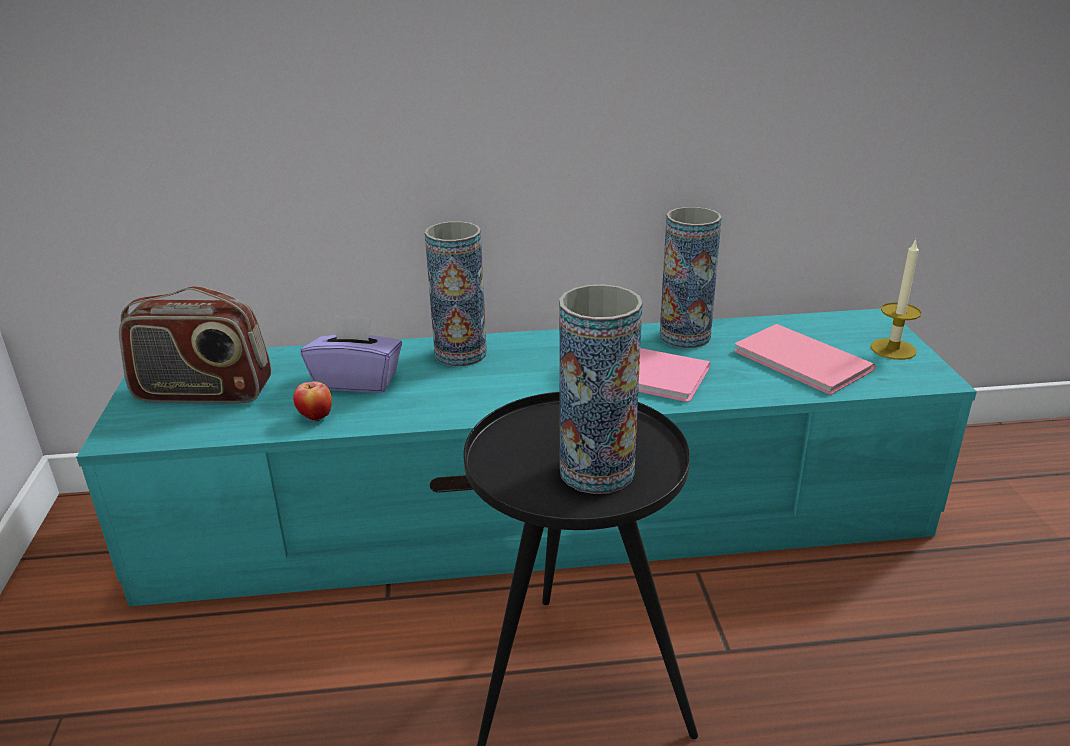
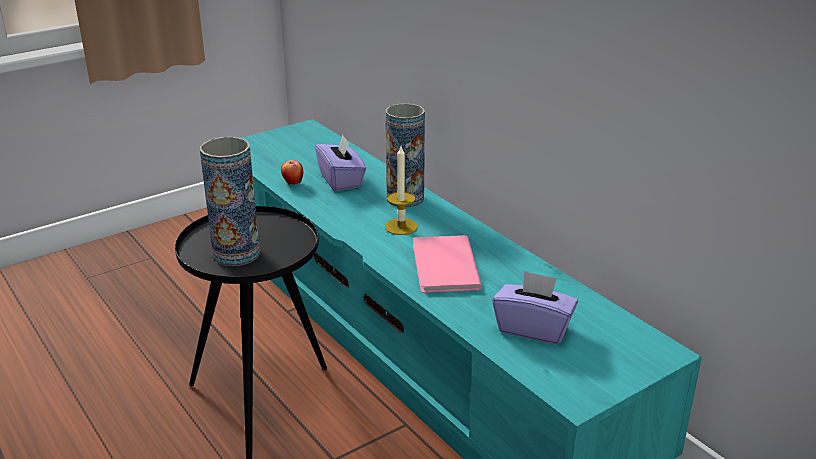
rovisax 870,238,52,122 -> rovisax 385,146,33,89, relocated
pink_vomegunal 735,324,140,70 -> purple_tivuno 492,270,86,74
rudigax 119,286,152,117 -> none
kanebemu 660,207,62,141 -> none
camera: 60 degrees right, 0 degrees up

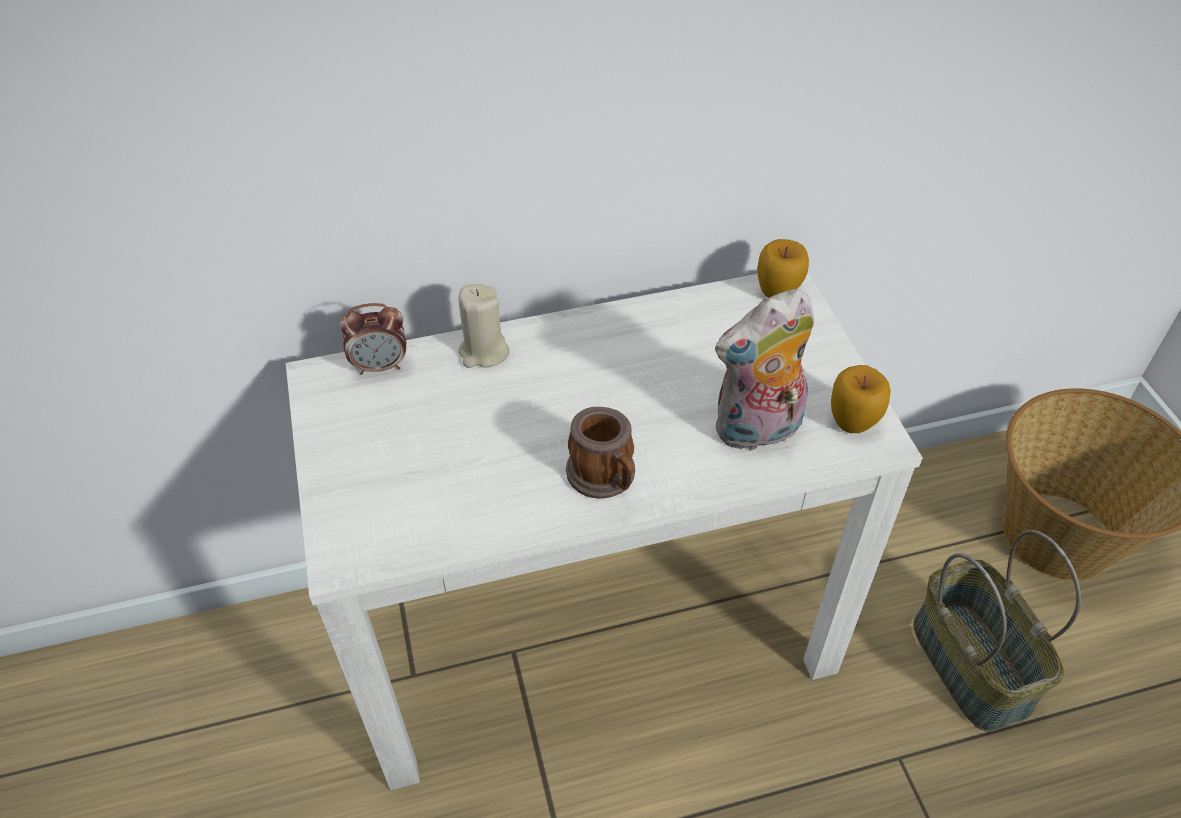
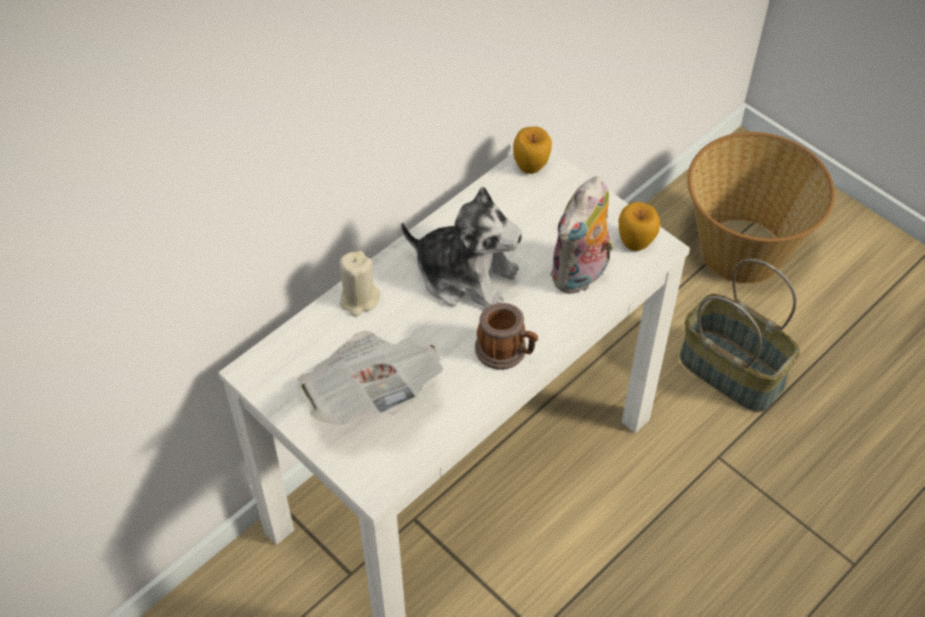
none -> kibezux 297,331,146,94
none -> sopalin 401,187,121,120
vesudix 340,303,66,72 -> none
camera: 30 degrees left, 5 degrees up

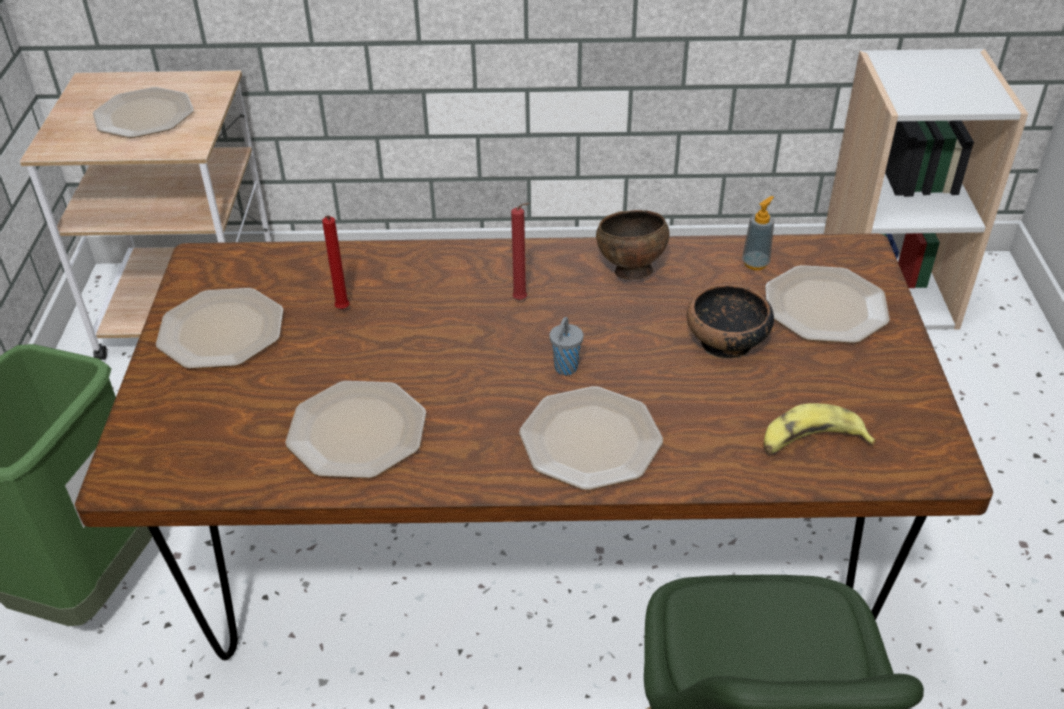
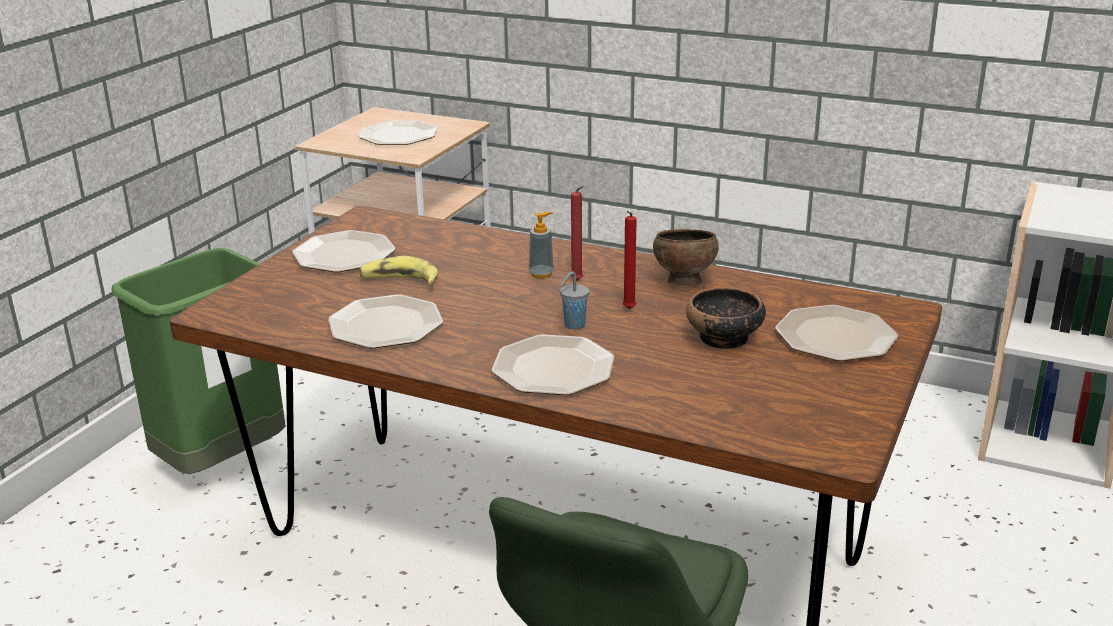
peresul 764,403,112,51 -> peresul 359,256,79,29, relocated
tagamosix 742,196,32,74 -> tagamosix 529,212,25,67, relocated
red_rovisax 322,215,27,94 -> red_rovisax 623,211,14,98, relocated
camera: 25 degrees right, 15 degrees down

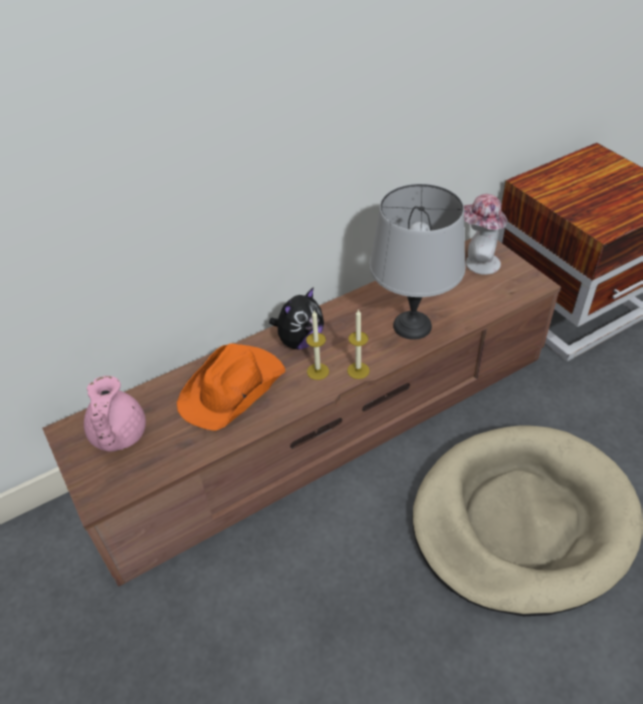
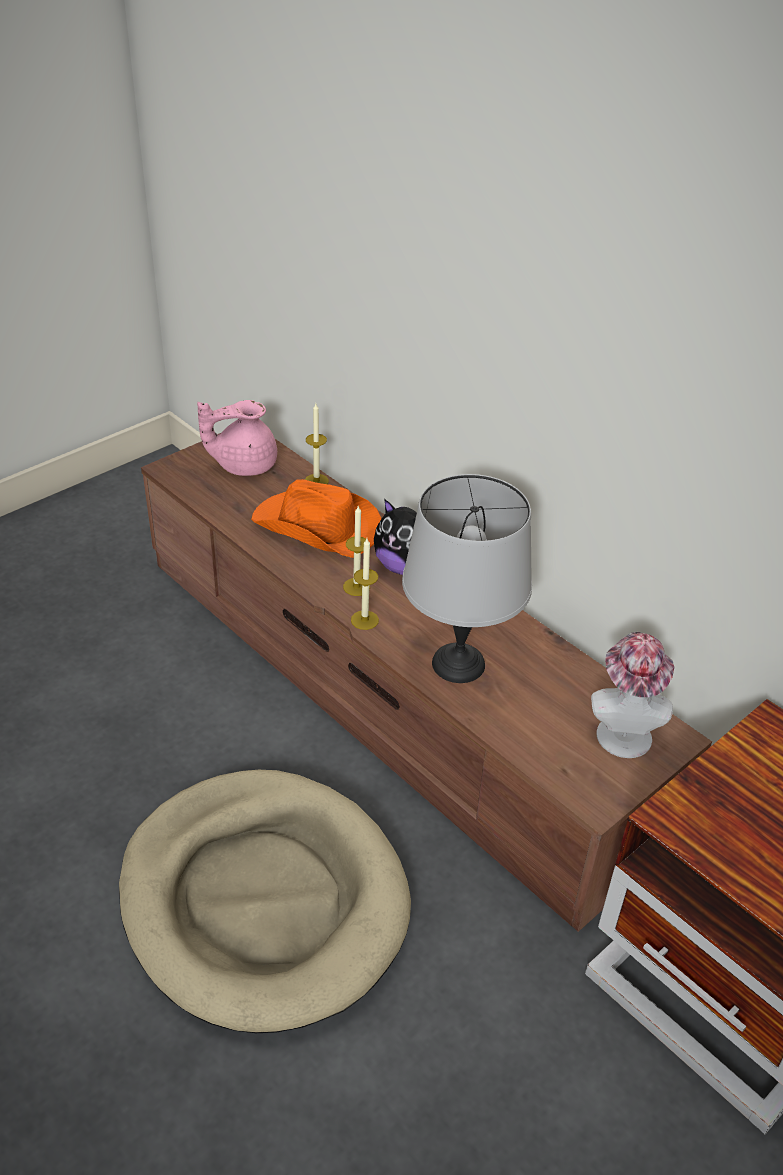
none -> rovisax 305,403,24,81
camera: 75 degrees right, 5 degrees down

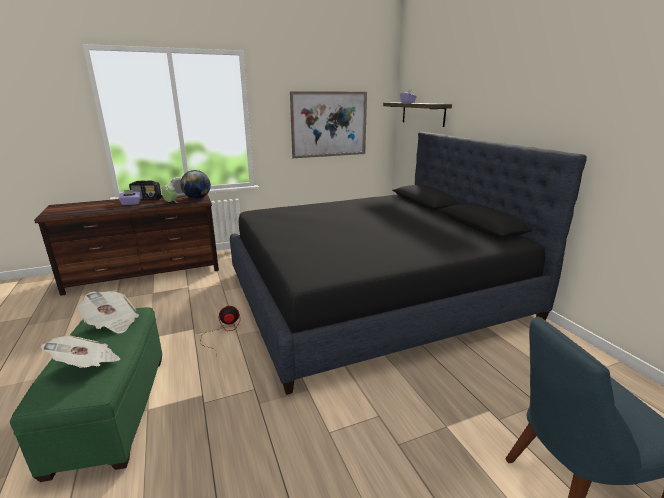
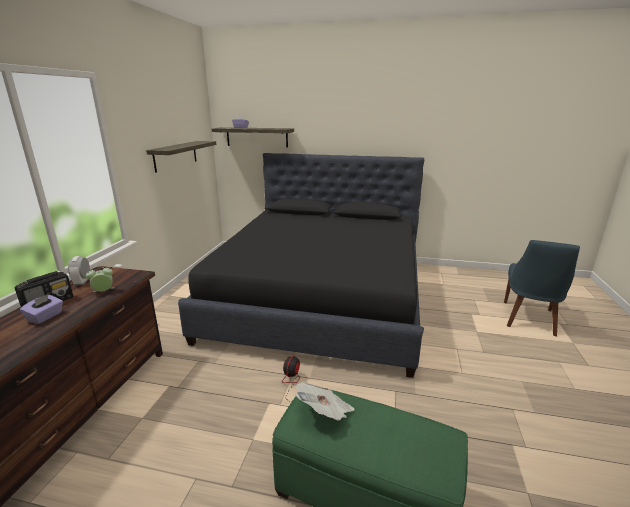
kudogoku 290,91,77,67 -> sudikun 146,141,70,32
kibezux 40,336,81,32 -> none
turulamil 180,170,31,29 -> none
camera: 55 degrees left, 0 degrees up

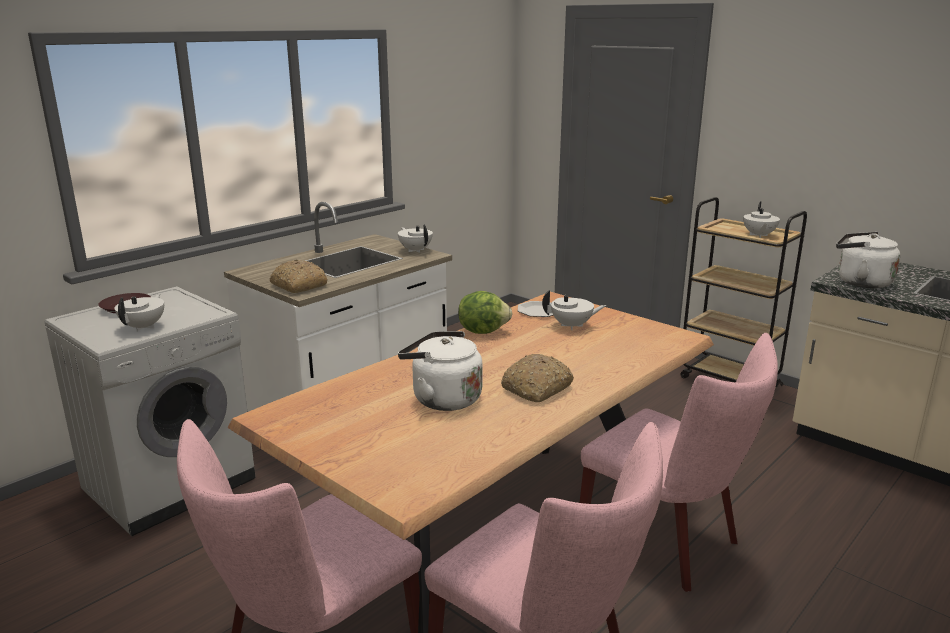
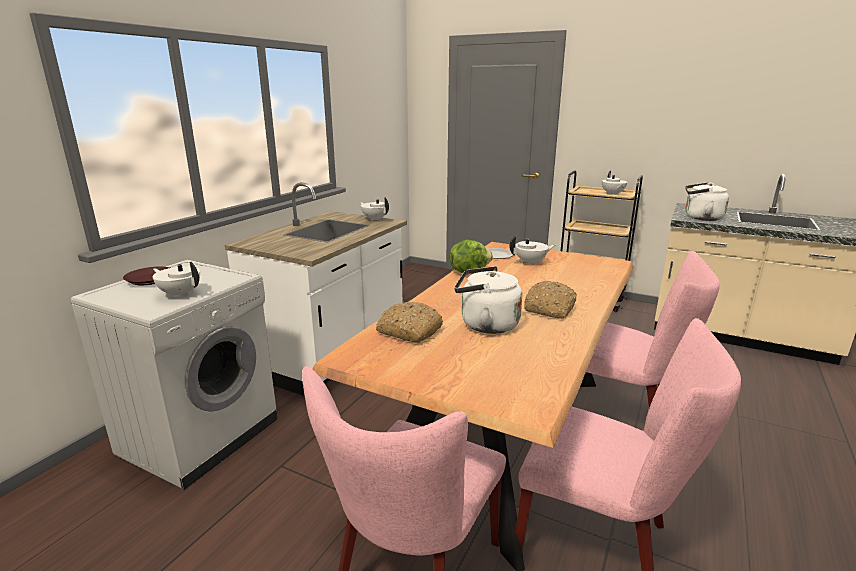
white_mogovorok 114,293,50,39 -> white_mogovorok 153,262,47,36, 60 degrees counterclockwise
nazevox 270,260,58,33 -> nazevox 376,302,68,41, relocated
camera: 15 degrees left, 0 degrees up

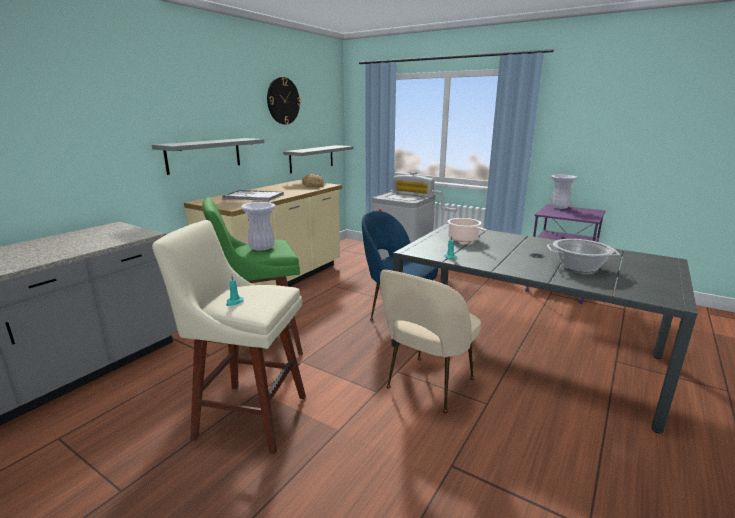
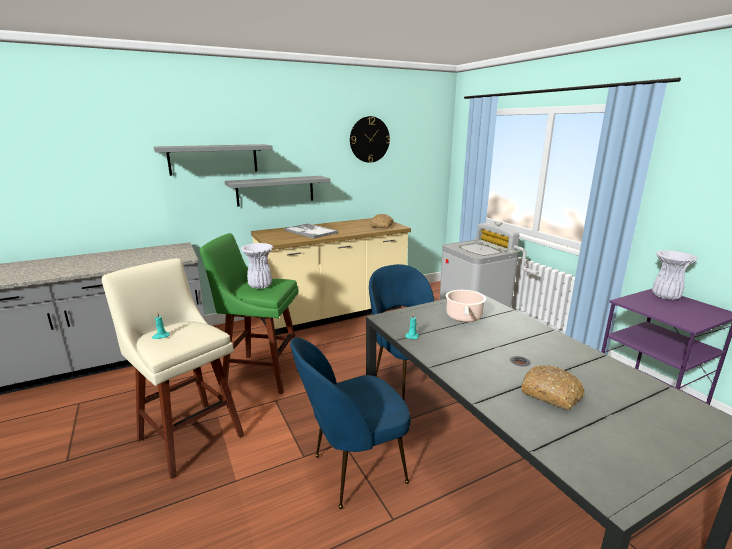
grey_sudikun 283,145,71,28 -> grey_sudikun 154,144,119,32, relocated
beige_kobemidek 380,270,101,143 -> blue_kobemidek 290,337,121,172
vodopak 547,239,73,33 -> nazevox 521,365,64,45
camera: 30 degrees right, 0 degrees up

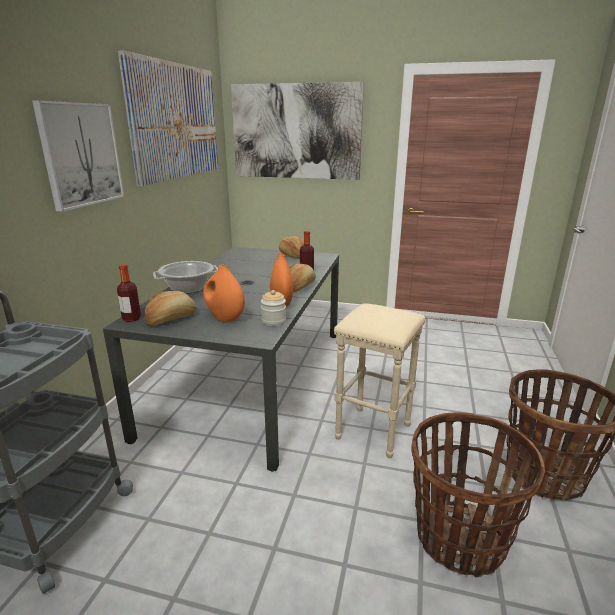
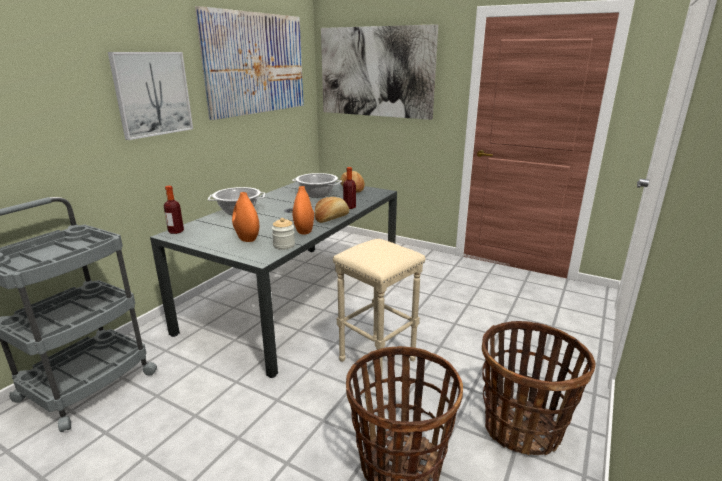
none -> vodopak 292,173,50,25
nazevox 145,291,52,34 -> none
camera: 15 degrees right, 0 degrees up

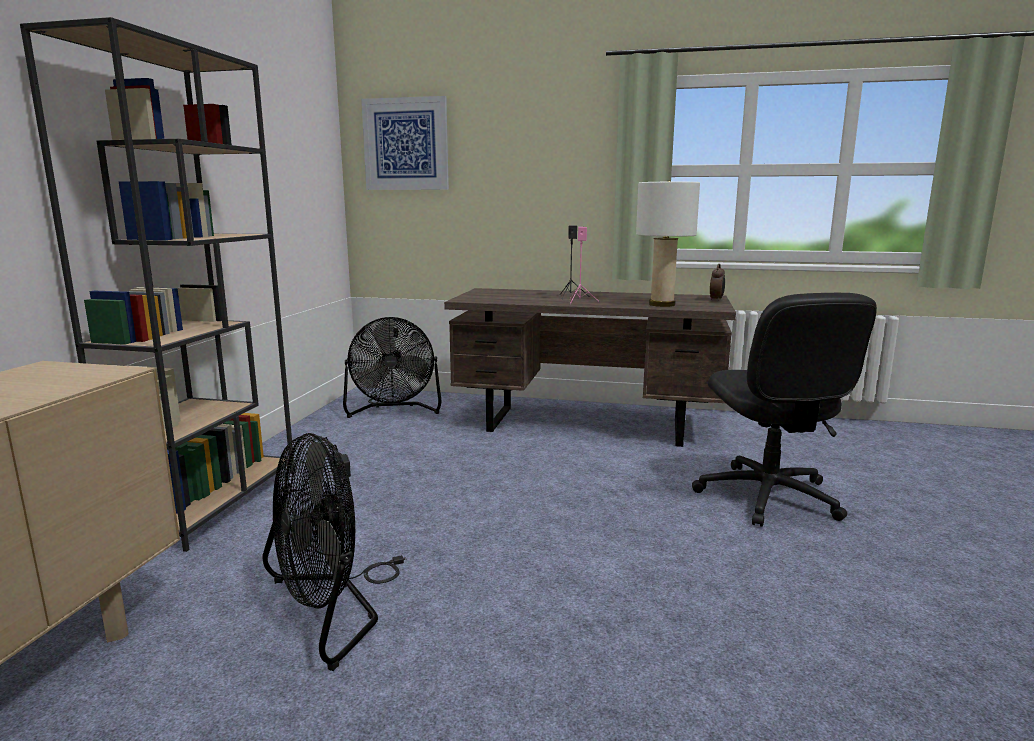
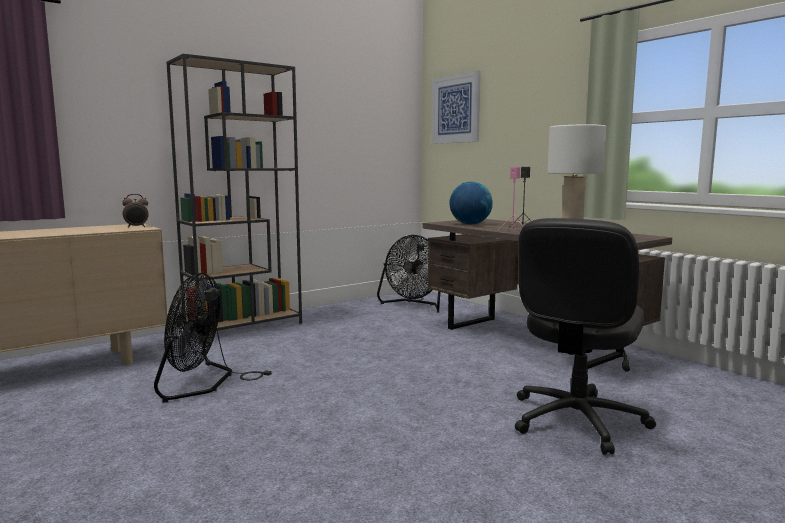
vesudix 710,264,15,37 -> vesudix 122,194,27,34, relocated
none -> turulamil 450,181,43,43
camera: 40 degrees right, 5 degrees down

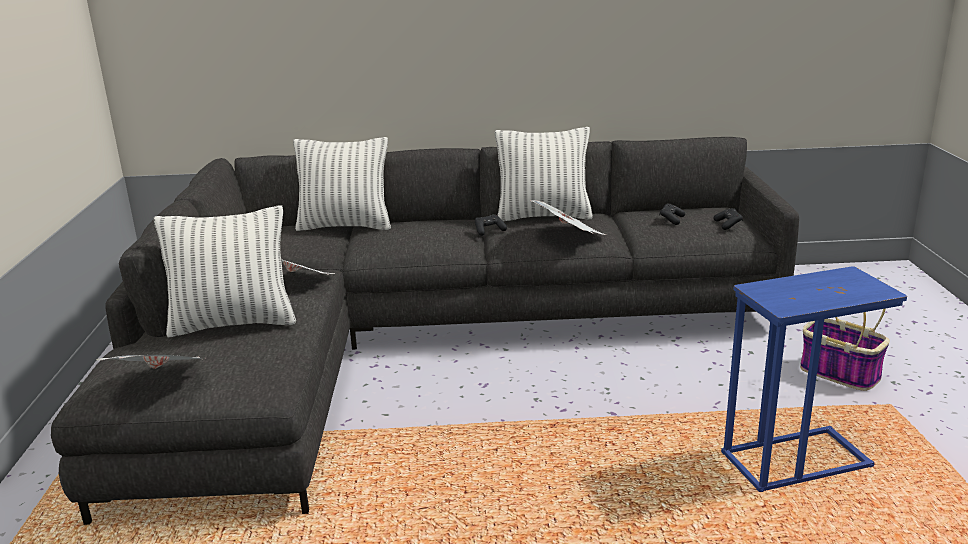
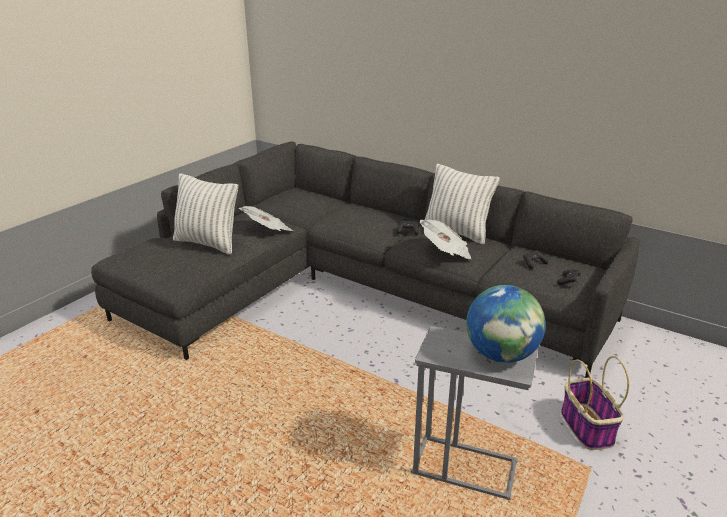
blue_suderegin 721,266,186,226 -> grey_suderegin 411,326,127,174
none -> turulamil 466,285,80,78
kibezux 96,355,108,14 -> none
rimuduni 293,137,98,94 -> none
camera: 35 degrees right, 5 degrees up

